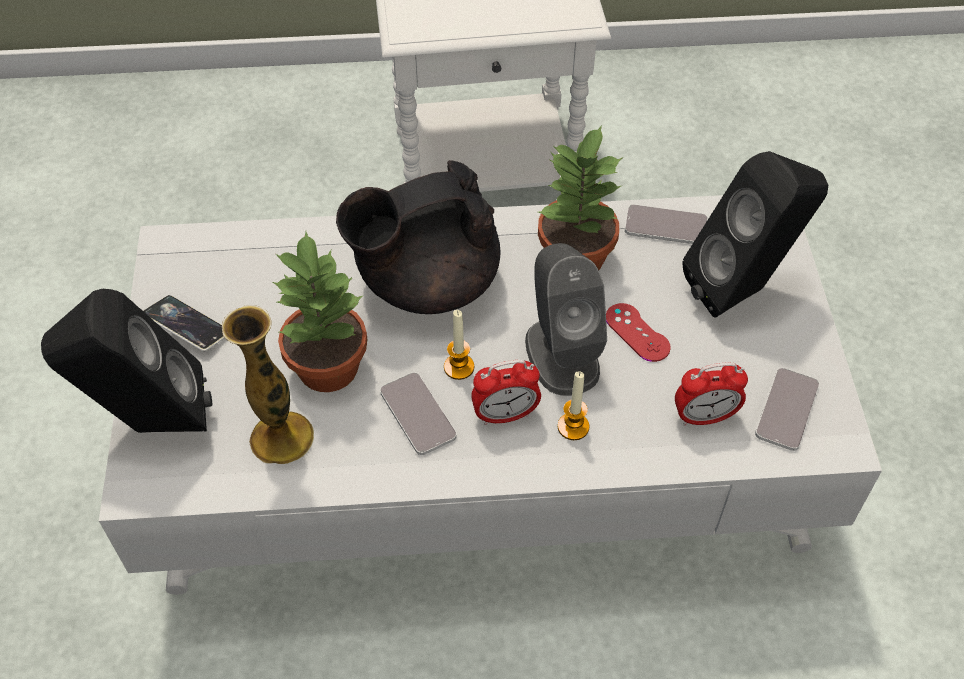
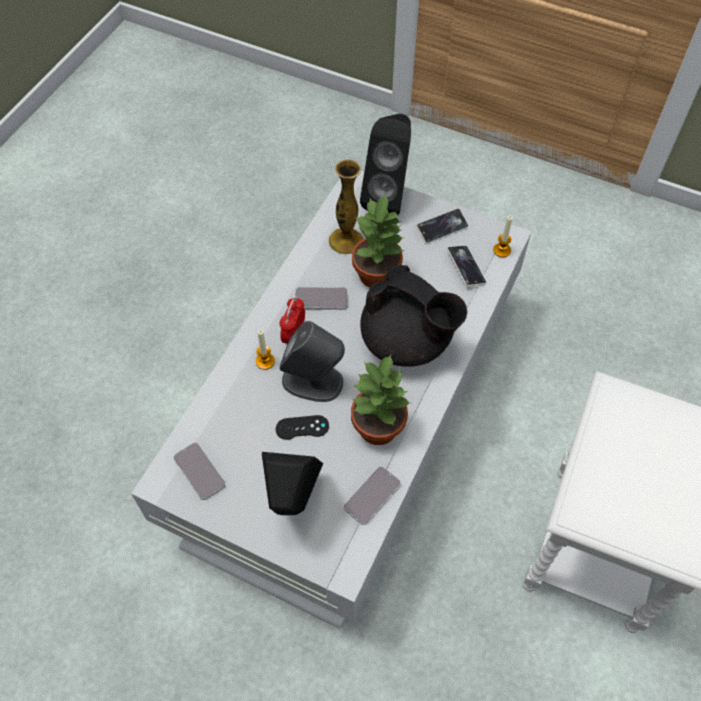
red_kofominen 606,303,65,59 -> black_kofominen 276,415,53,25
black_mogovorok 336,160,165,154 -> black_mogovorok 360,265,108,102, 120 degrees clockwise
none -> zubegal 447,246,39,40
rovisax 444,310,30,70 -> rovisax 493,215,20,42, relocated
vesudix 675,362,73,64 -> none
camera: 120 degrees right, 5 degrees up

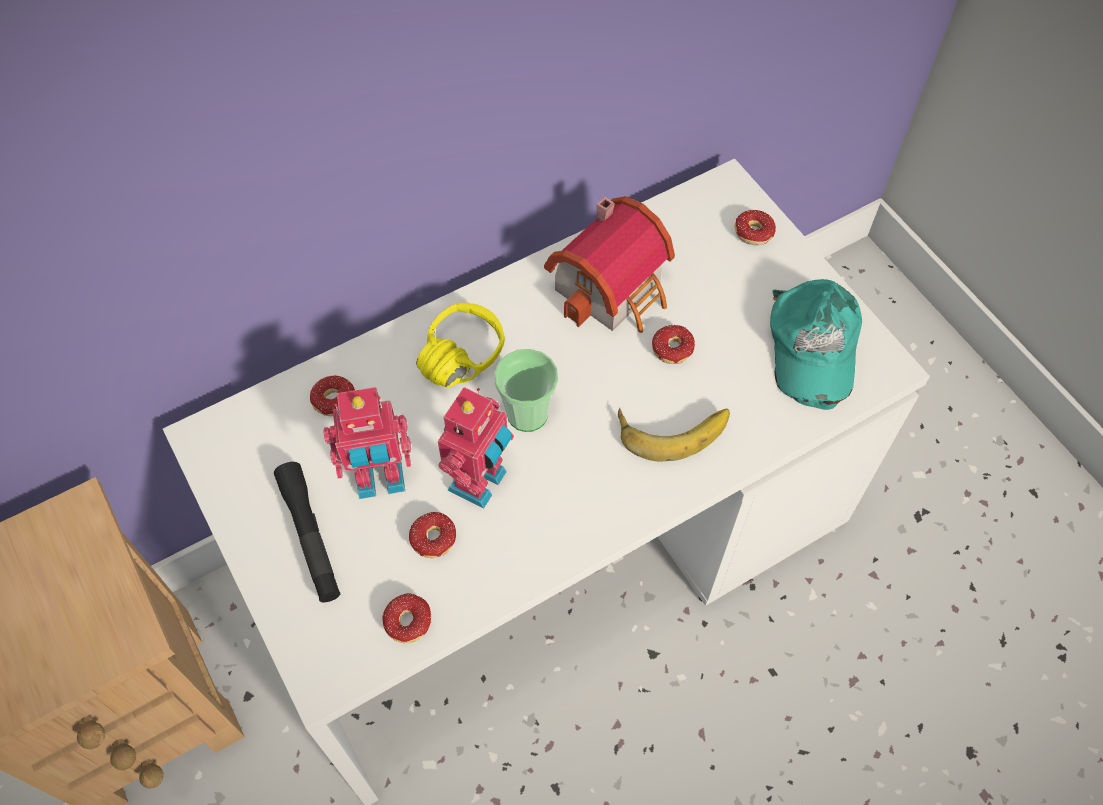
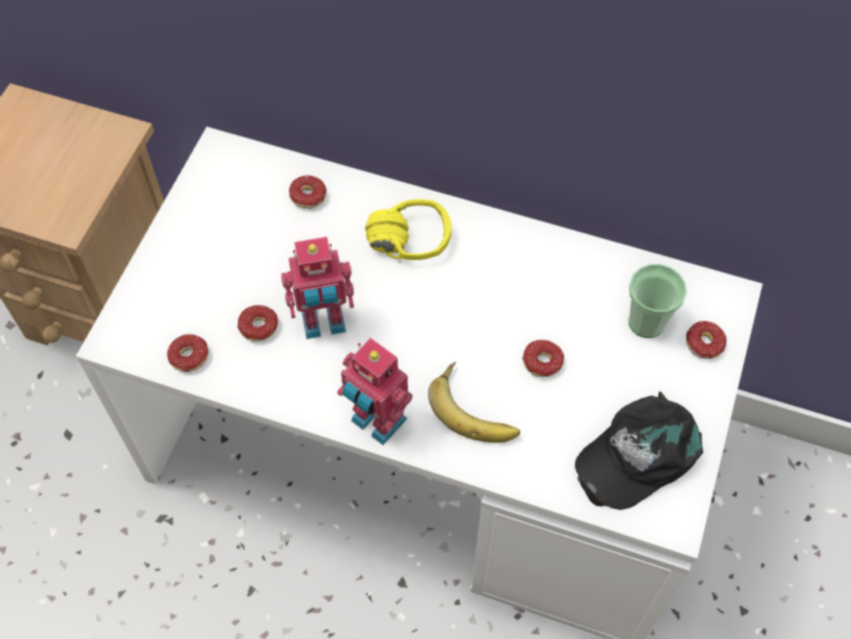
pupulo 323,387,88,112 -> pupulo 337,338,76,107, relocated
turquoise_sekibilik 770,279,92,131 -> black_sekibilik 575,391,128,119
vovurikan 494,349,64,83 -> vovurikan 628,264,59,74, relocated
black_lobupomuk 274,462,66,140 -> none
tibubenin 544,196,131,137 -> none
camera: 50 degrees right, 0 degrees up

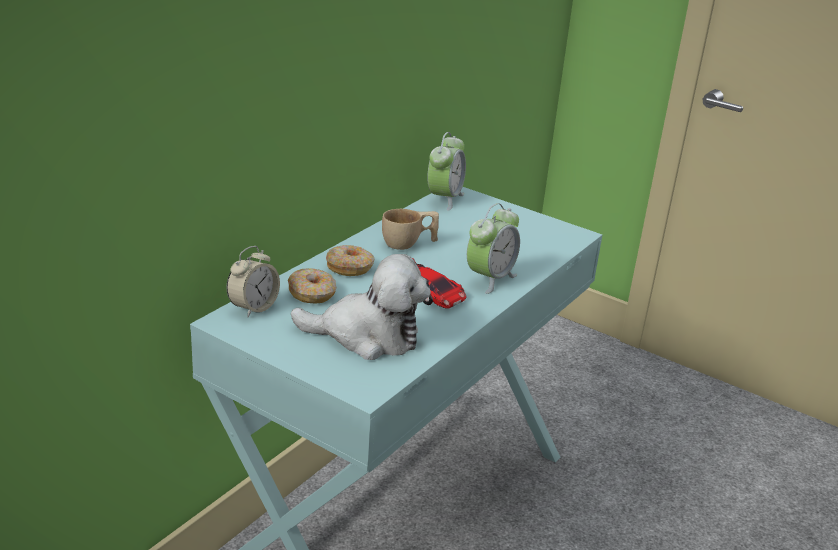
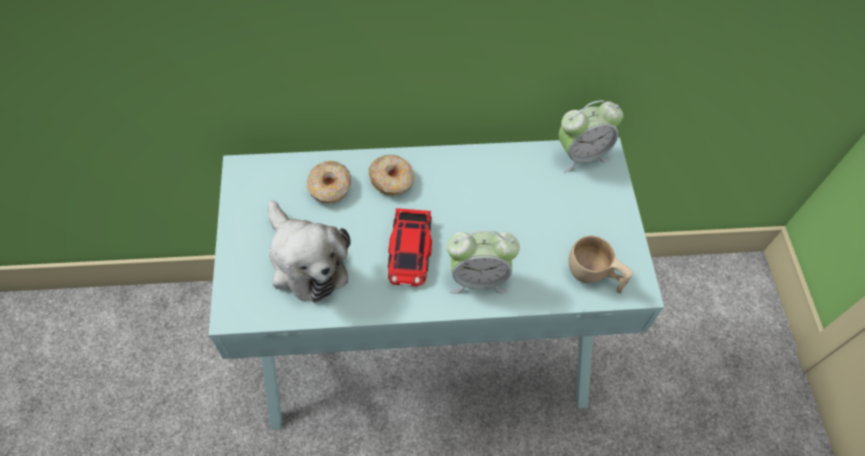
beige_vovurikan 382,209,57,41 -> beige_vovurikan 568,236,65,58, relocated
vesudix 226,246,54,71 -> none
camera: 50 degrees right, 30 degrees up

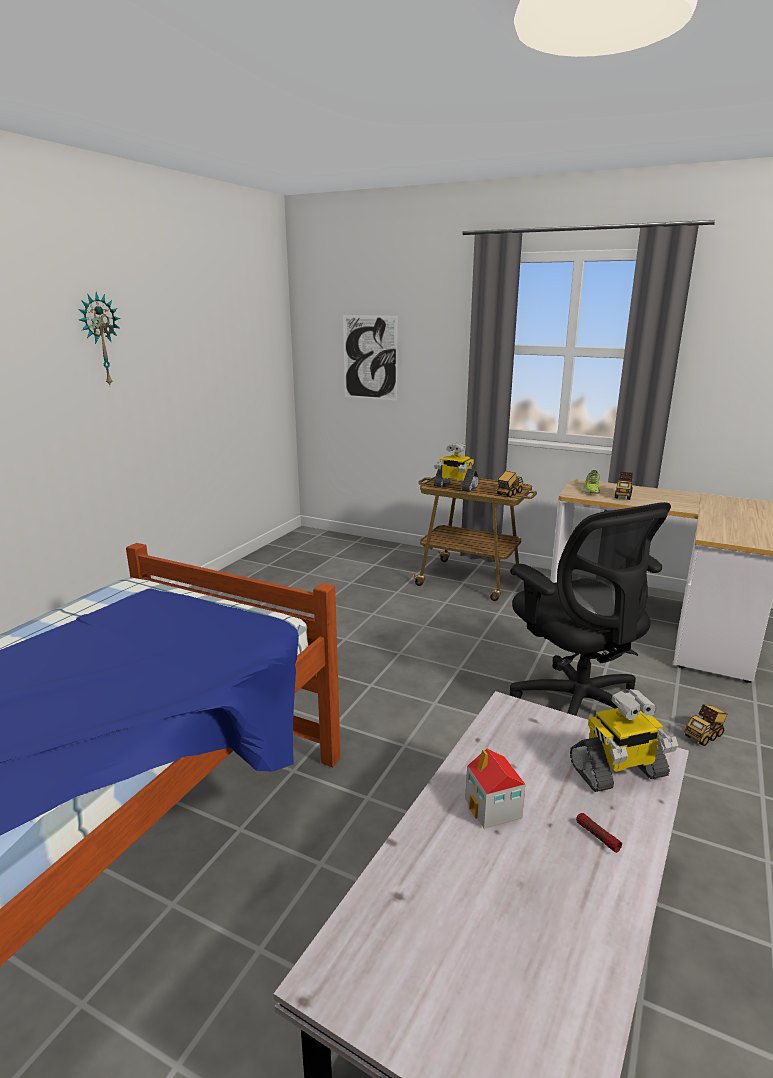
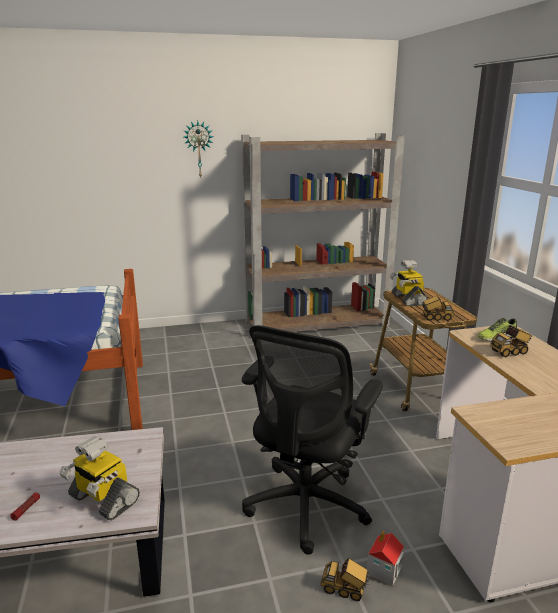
none -> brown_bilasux 241,133,164,199
tibubenin 465,748,60,81 -> tibubenin 367,530,37,57, relocated
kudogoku 343,315,55,86 -> none
camera: 50 degrees right, 0 degrees up

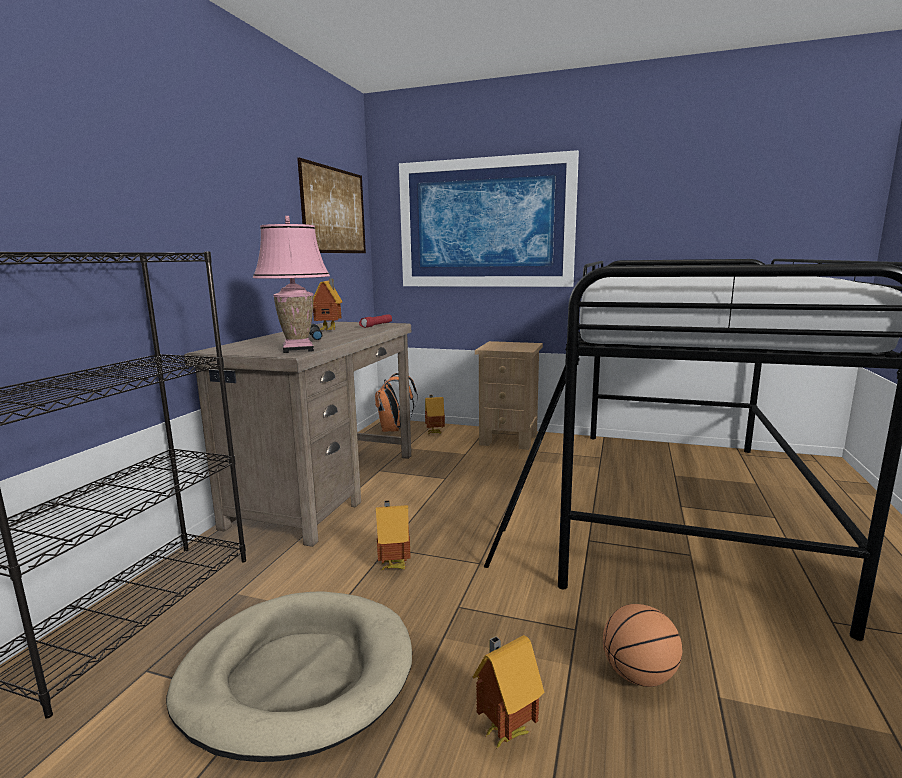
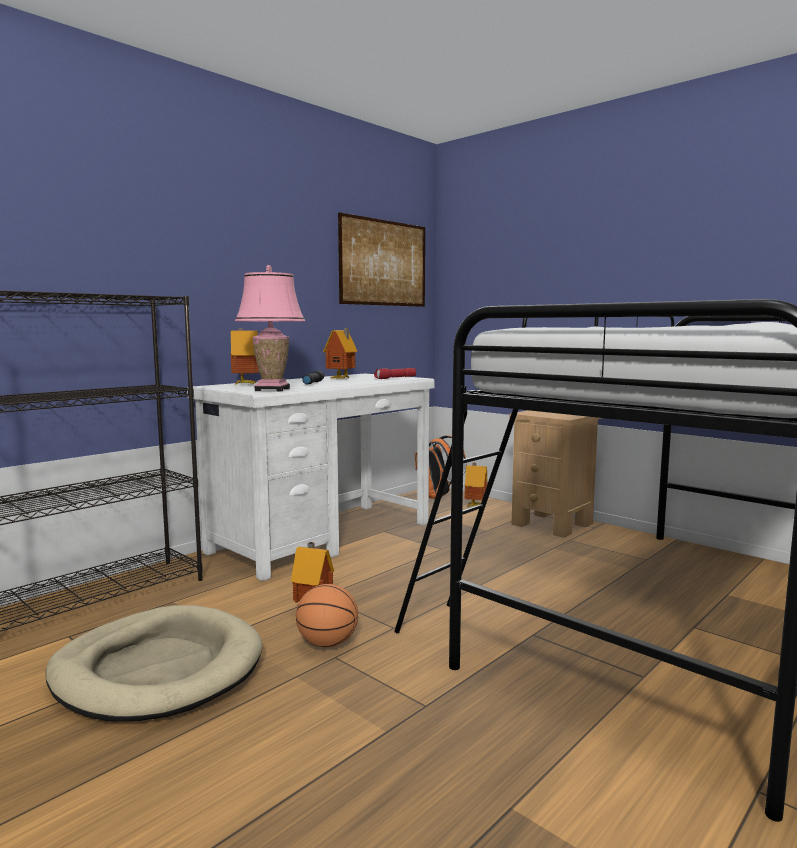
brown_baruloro 184,321,227,226 -> white_baruloro 187,374,247,207
tibubenin 473,635,72,114 -> tibubenin 231,328,28,56, relocated
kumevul 603,604,79,83 -> kumevul 296,584,62,63, relocated
kudogoku 399,150,180,137 -> none
camera: 25 degrees right, 5 degrees down

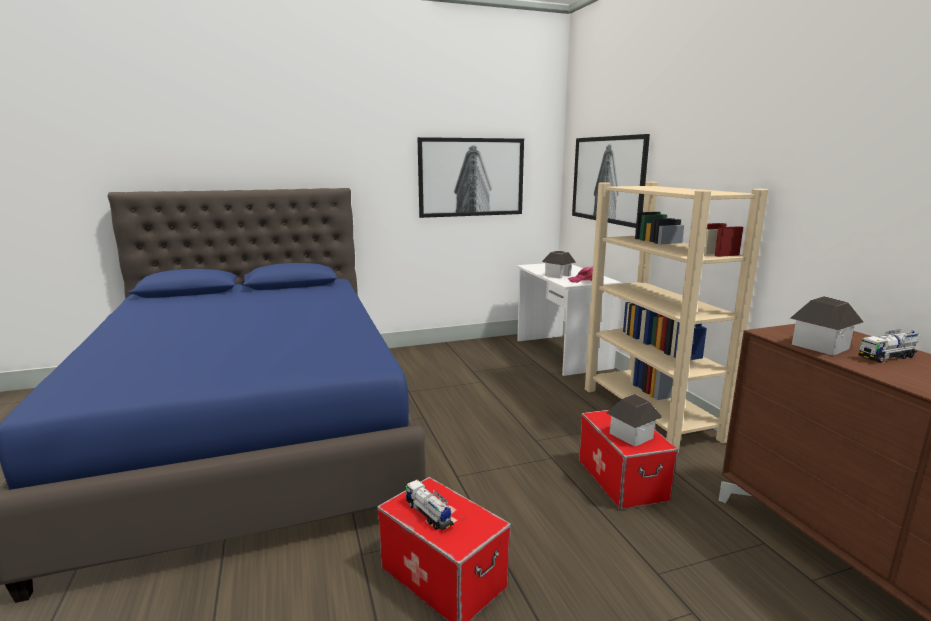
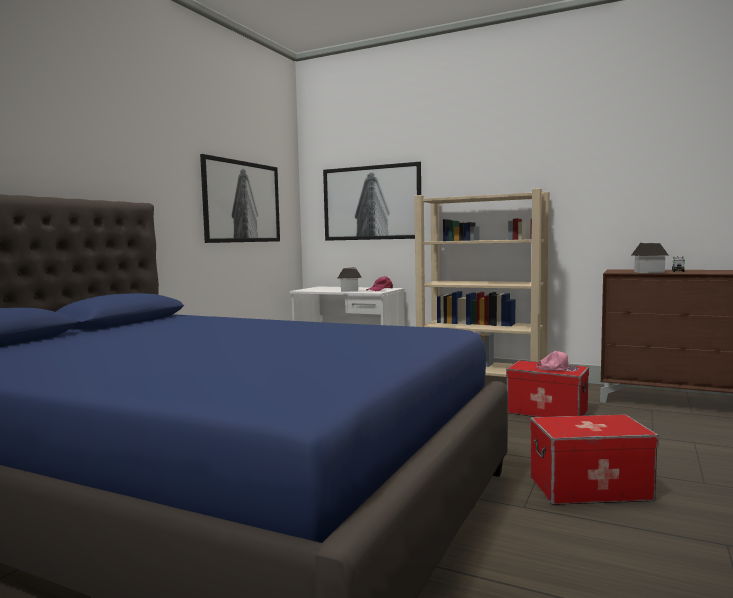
tibubenin 607,394,55,52 -> pink_sekibilik 537,351,42,21
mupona 406,480,48,50 -> none
camera: 45 degrees left, 10 degrees down

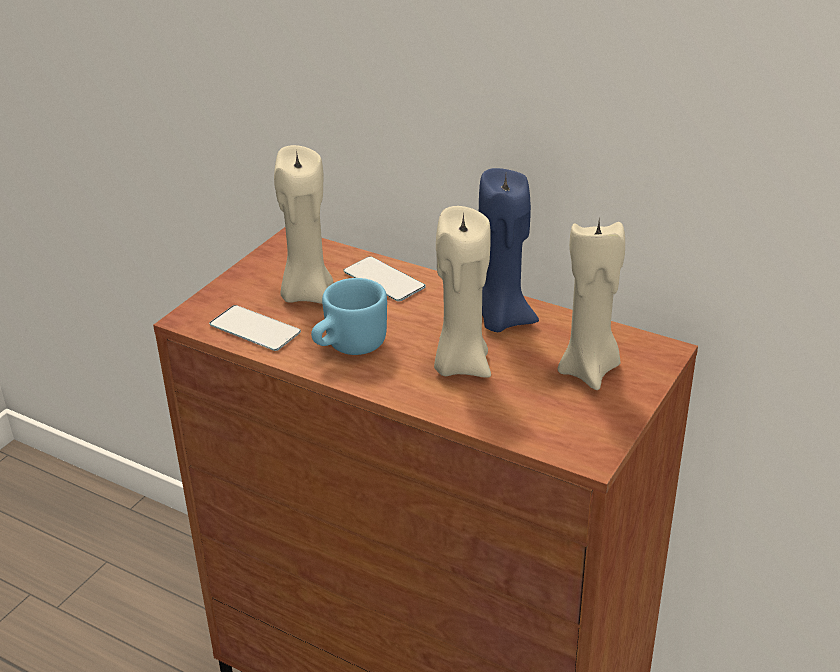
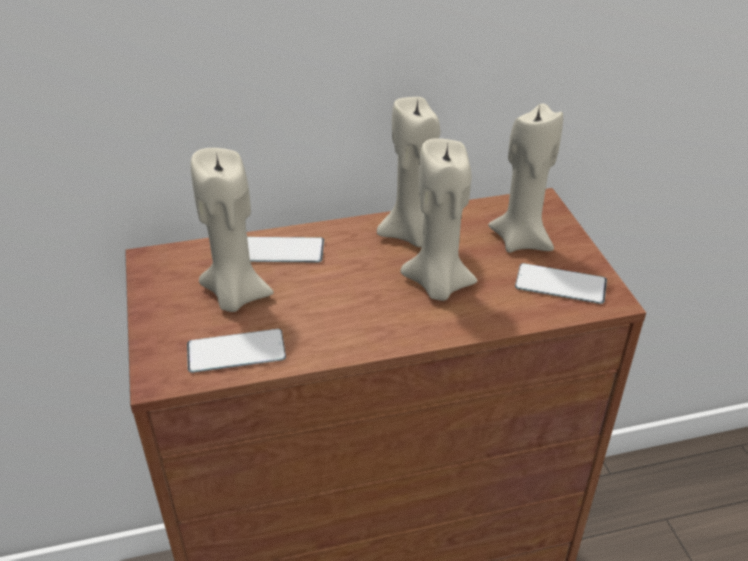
blue_rovisax 479,168,60,164 -> beige_rovisax 377,97,64,150
none -> zubegal 515,263,92,41
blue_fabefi 311,278,76,77 -> none
camera: 45 degrees left, 5 degrees up

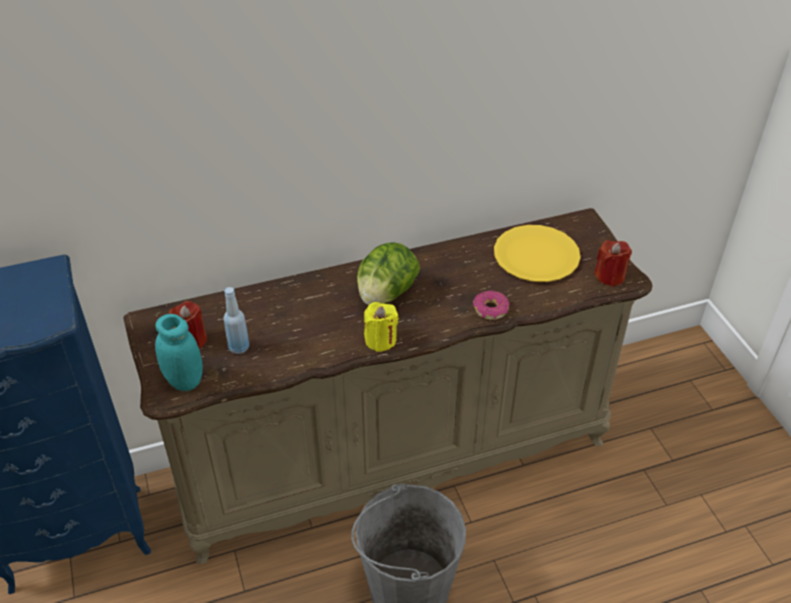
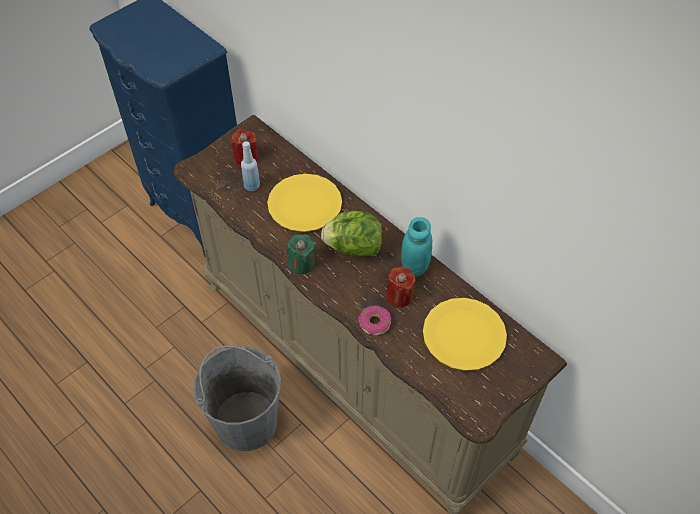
none -> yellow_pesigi 267,174,75,58
yellow_rovisax 364,302,35,50 -> green_rovisax 287,234,29,40
red_rovisax 594,240,38,47 -> red_rovisax 386,266,30,41, relocated
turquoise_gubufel 155,314,48,77 -> turquoise_gubufel 401,217,31,60, relocated
camera: 65 degrees right, 10 degrees up

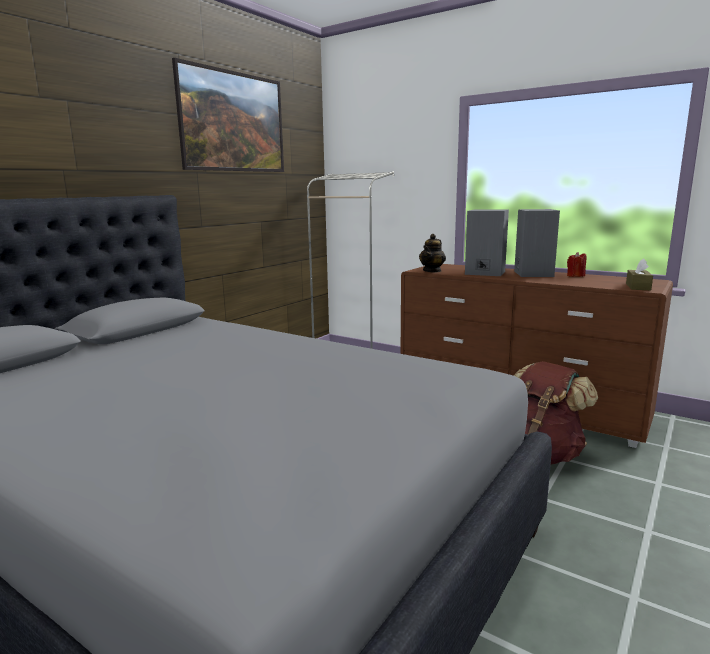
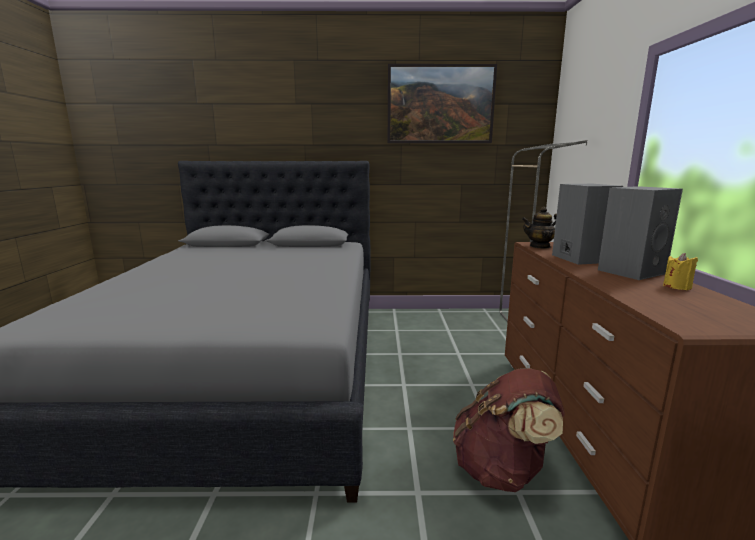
red_rovisax 567,252,20,25 -> yellow_rovisax 663,253,35,37
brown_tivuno 626,258,27,32 -> none
camera: 55 degrees right, 0 degrees up

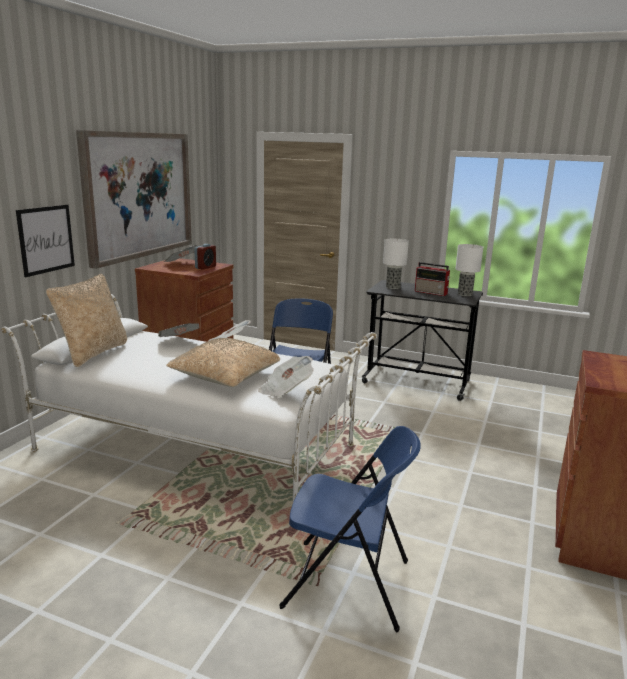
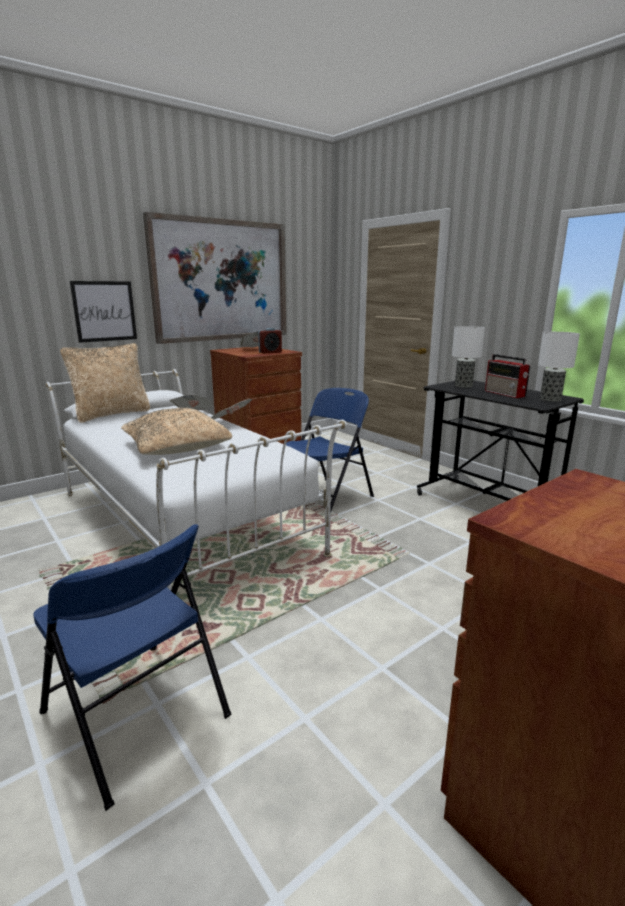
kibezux 258,356,56,42 -> none
camera: 30 degrees right, 0 degrees up

